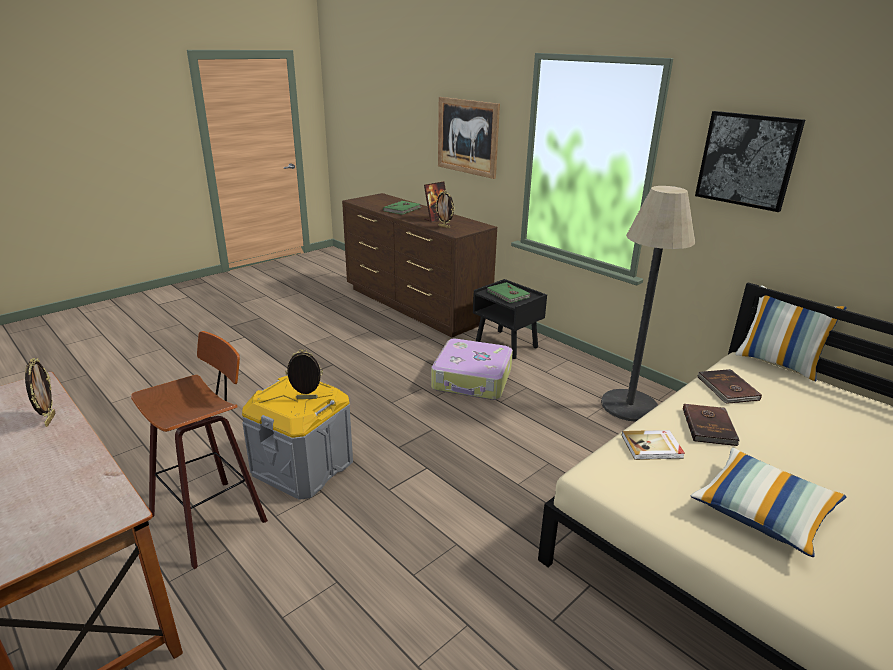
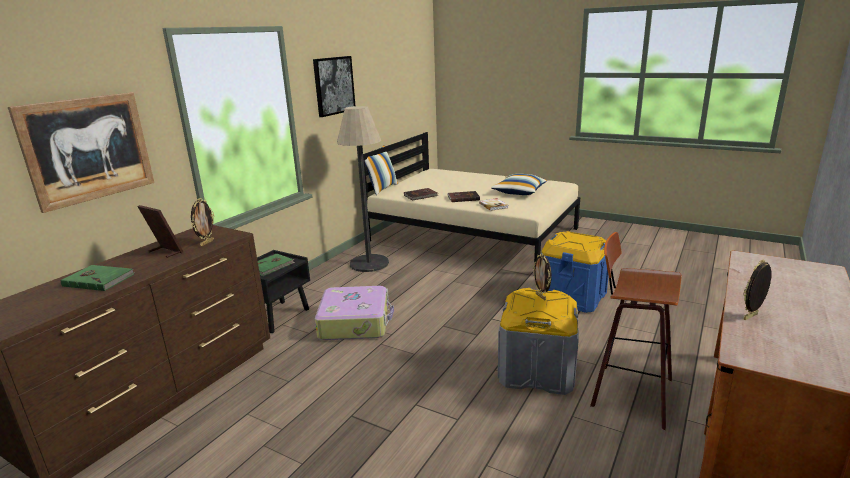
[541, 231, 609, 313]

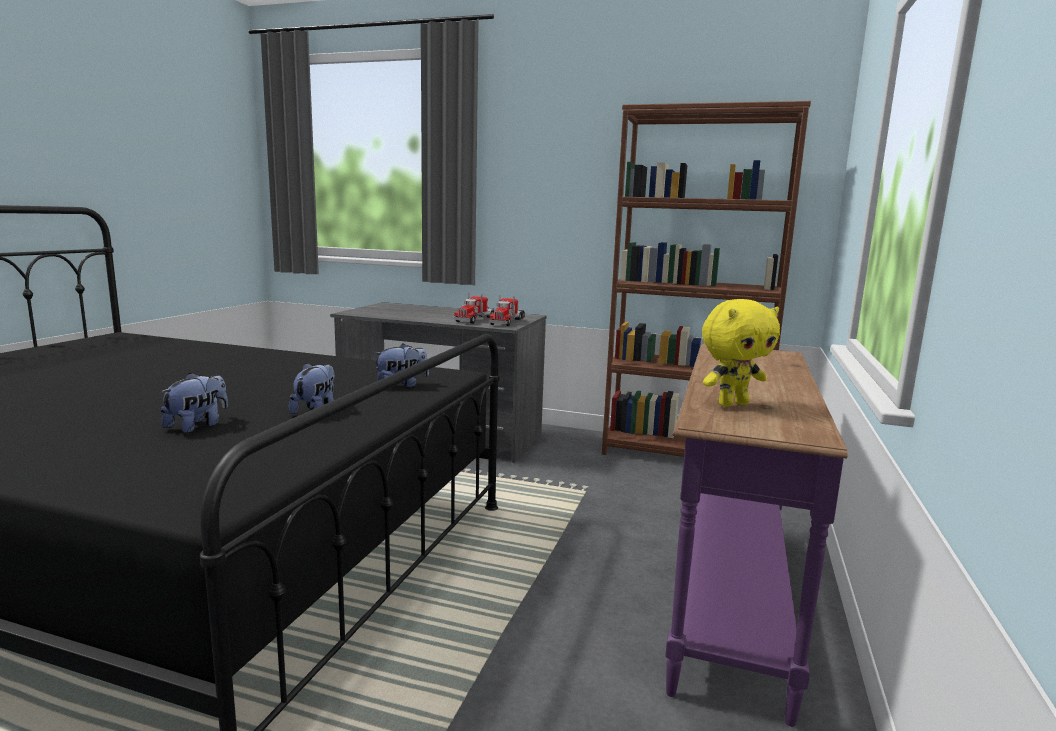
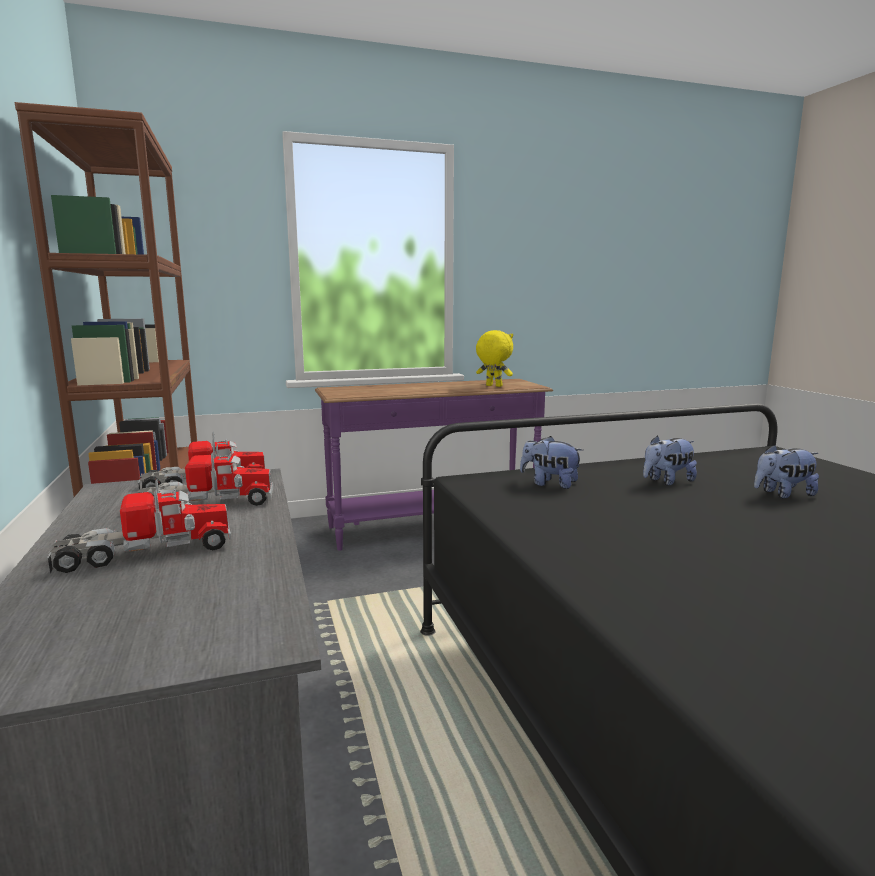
[47, 479, 231, 574]

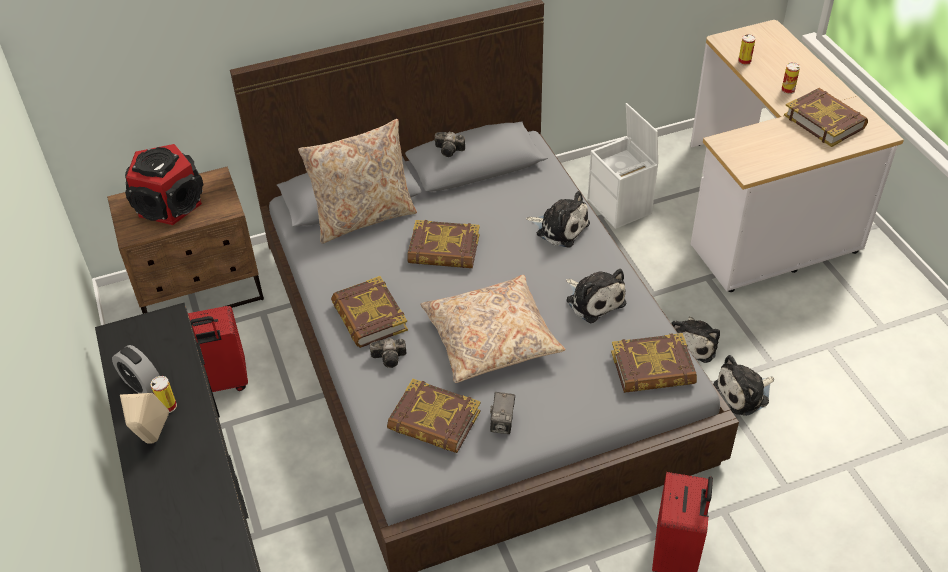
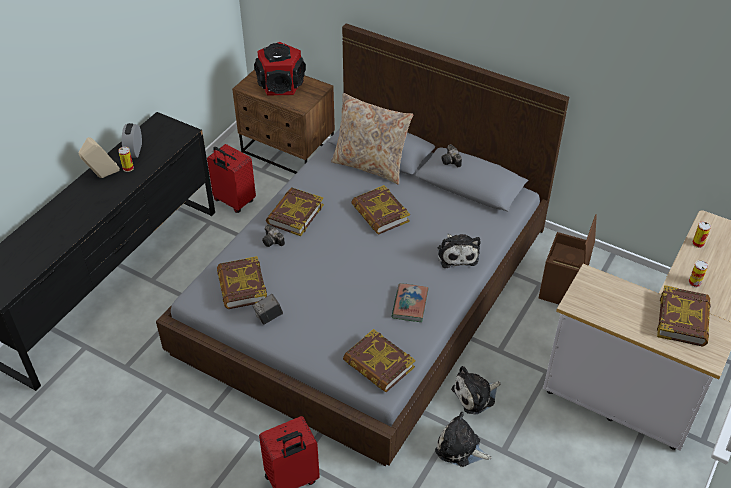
[420, 275, 565, 383] (first image)
[391, 283, 429, 322]
[538, 214, 597, 304]

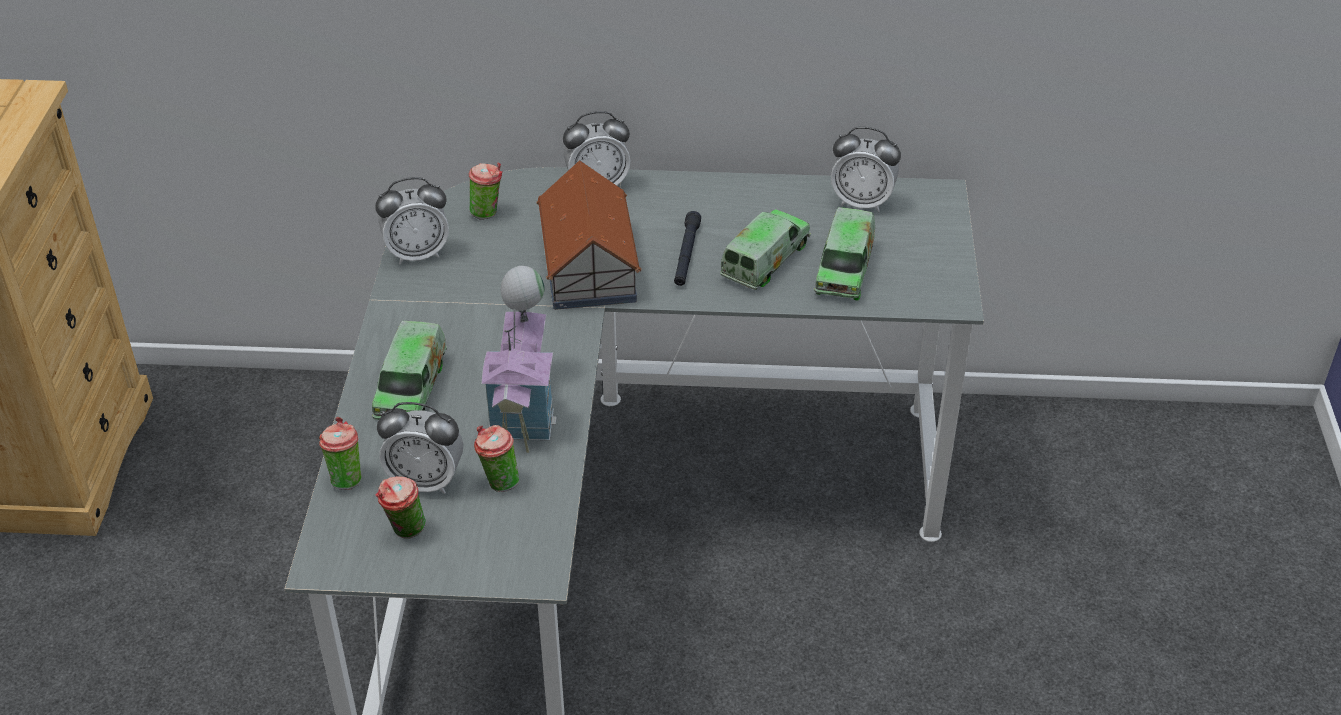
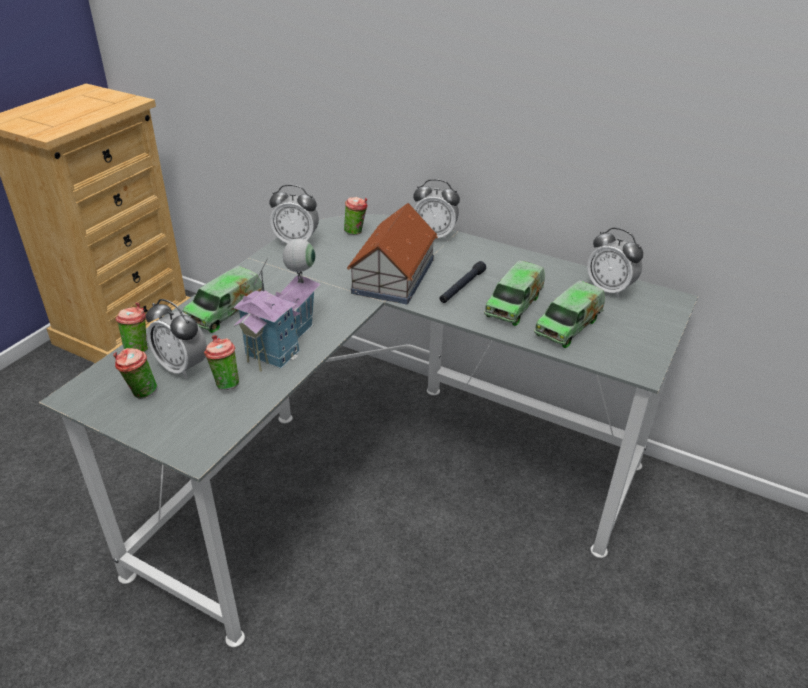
[484, 260, 545, 326]

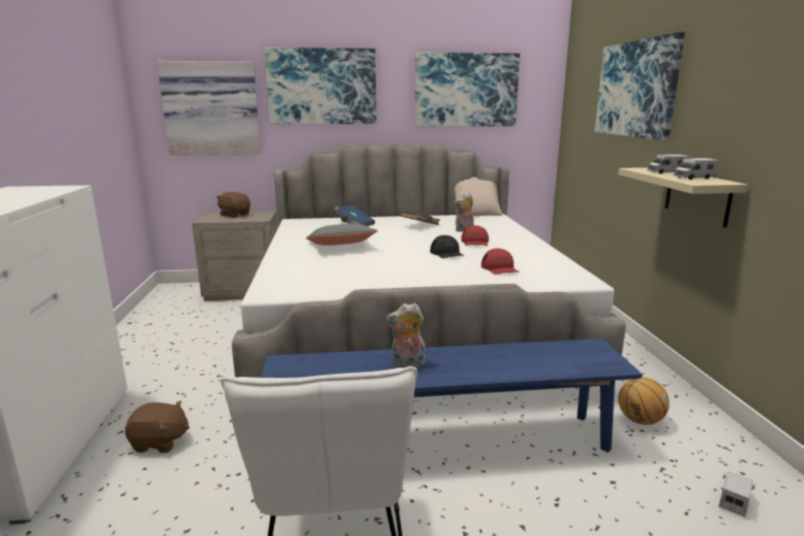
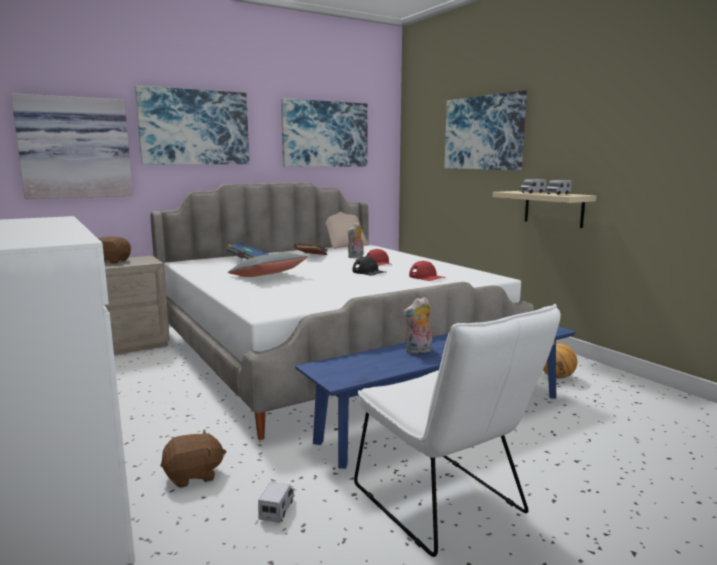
[258, 482, 294, 523]

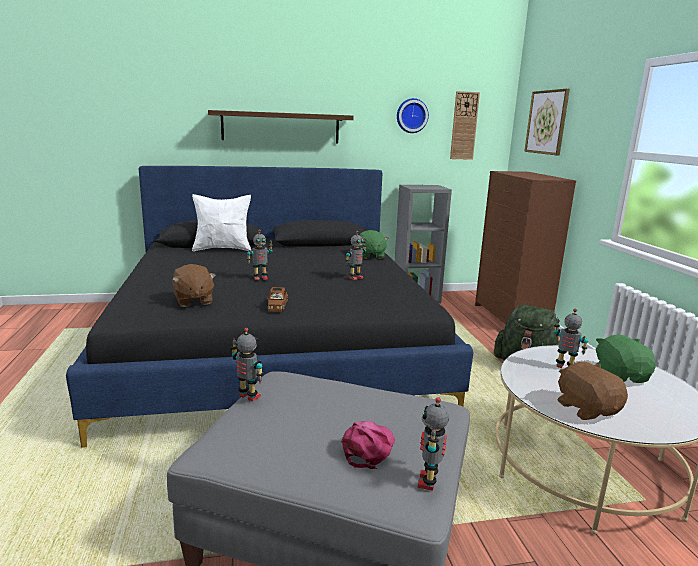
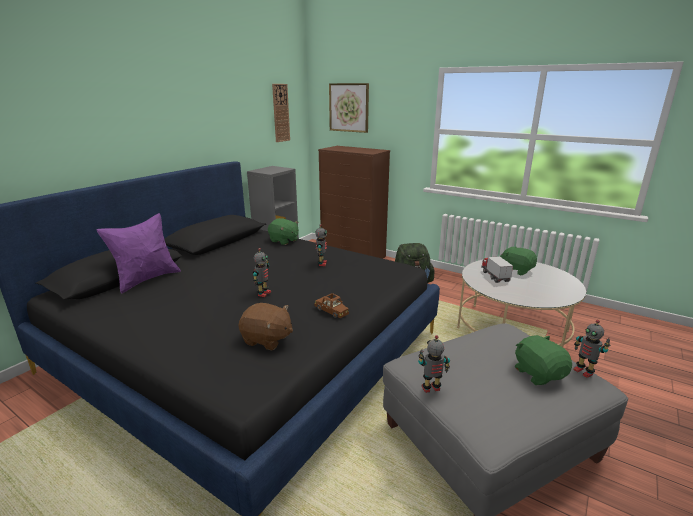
[208, 110, 354, 143] (first image)
[397, 98, 429, 133] (first image)
[558, 362, 628, 420] (first image)
[515, 335, 572, 385]
[481, 256, 513, 283]
[97, 213, 181, 293]

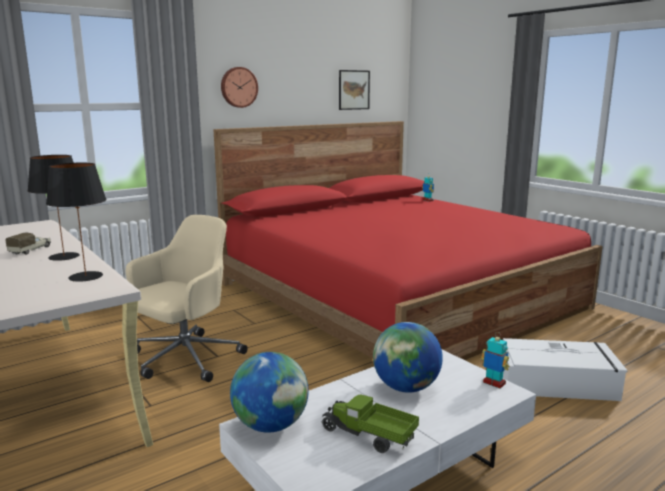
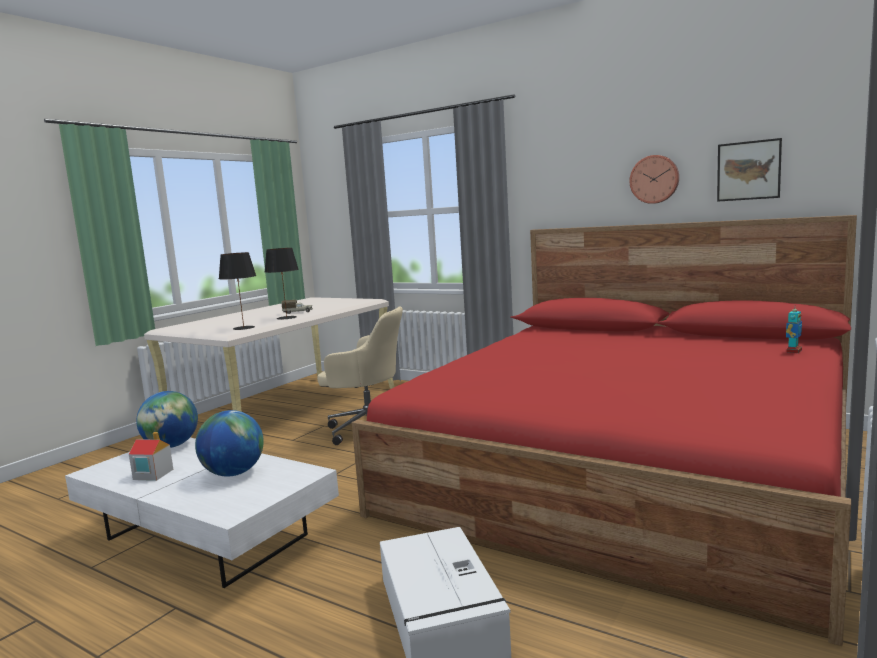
[481, 334, 510, 388] (first image)
[630, 155, 679, 204]
[129, 432, 173, 481]

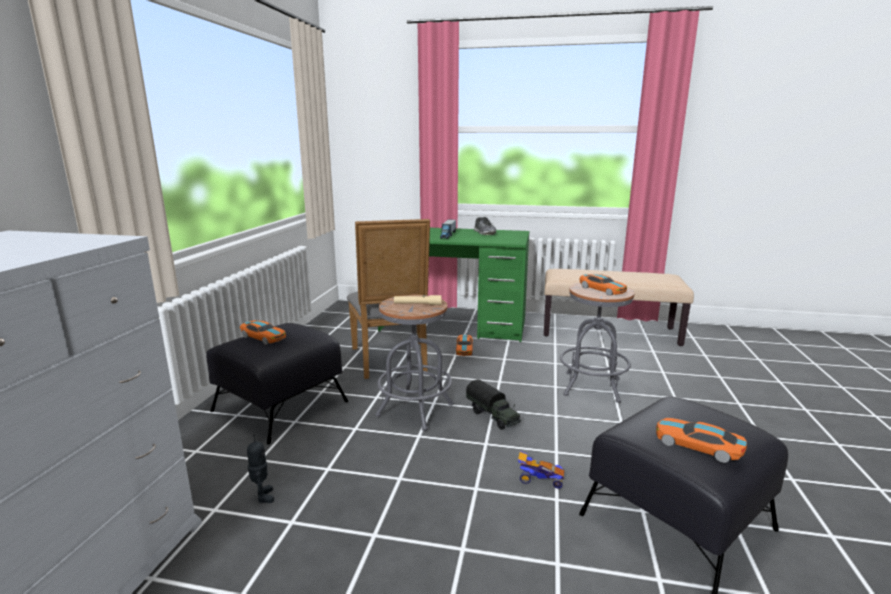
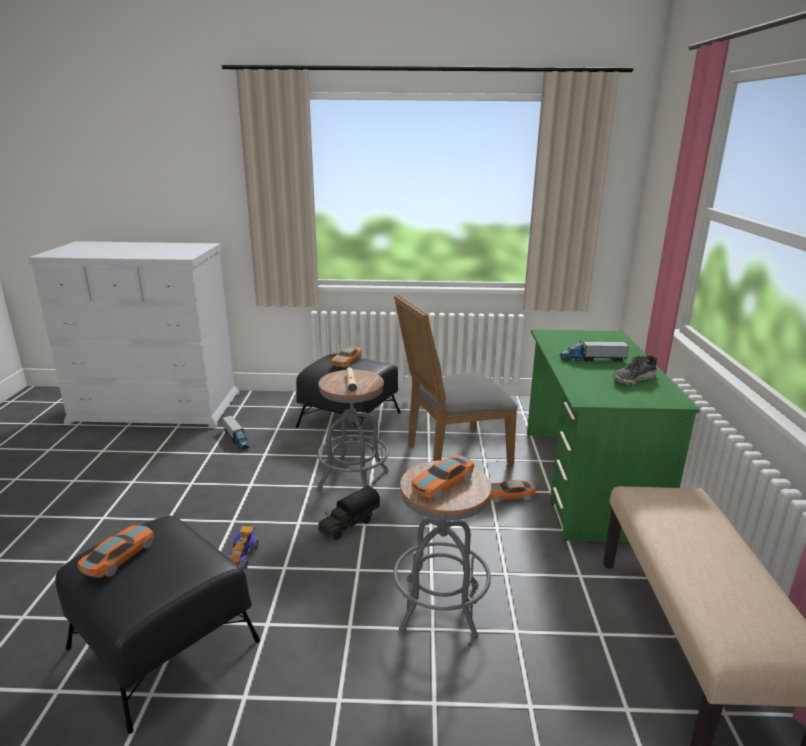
[222, 415, 250, 450]

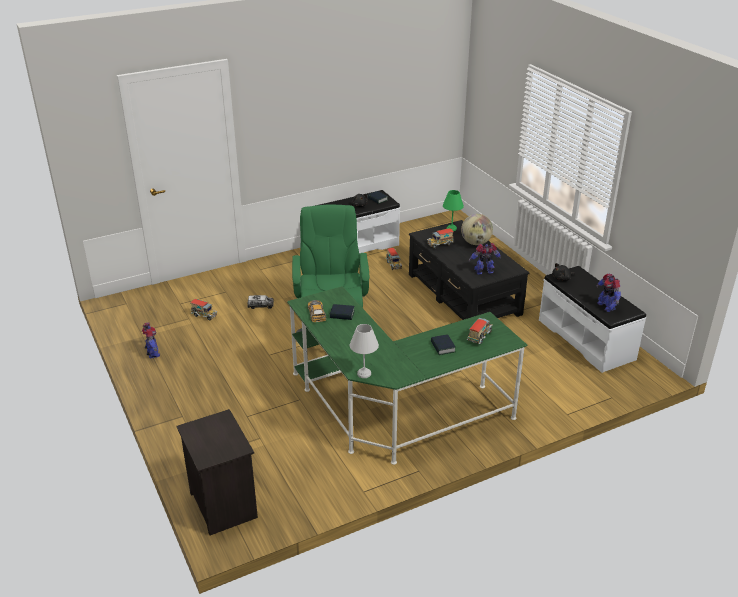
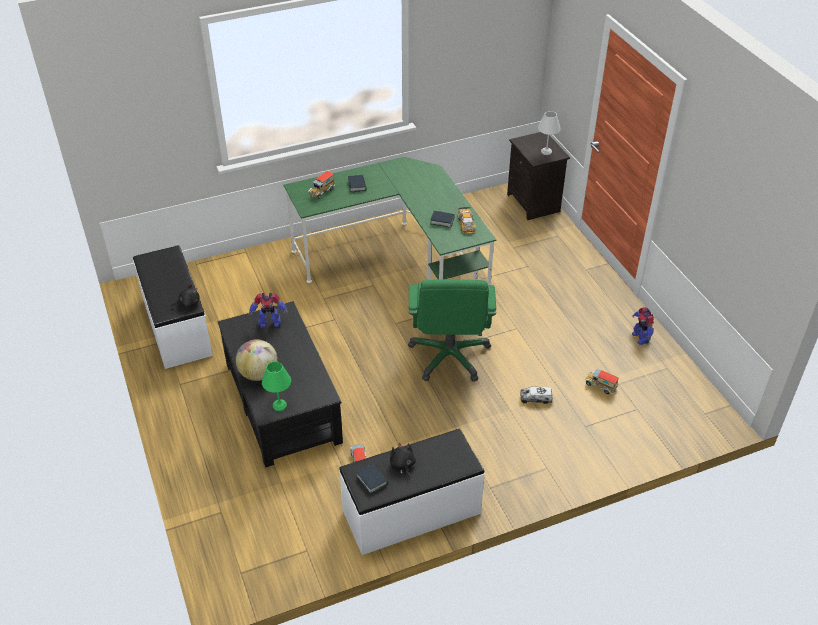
[427, 228, 453, 249] (first image)
[596, 273, 621, 312] (first image)
[538, 111, 561, 155]

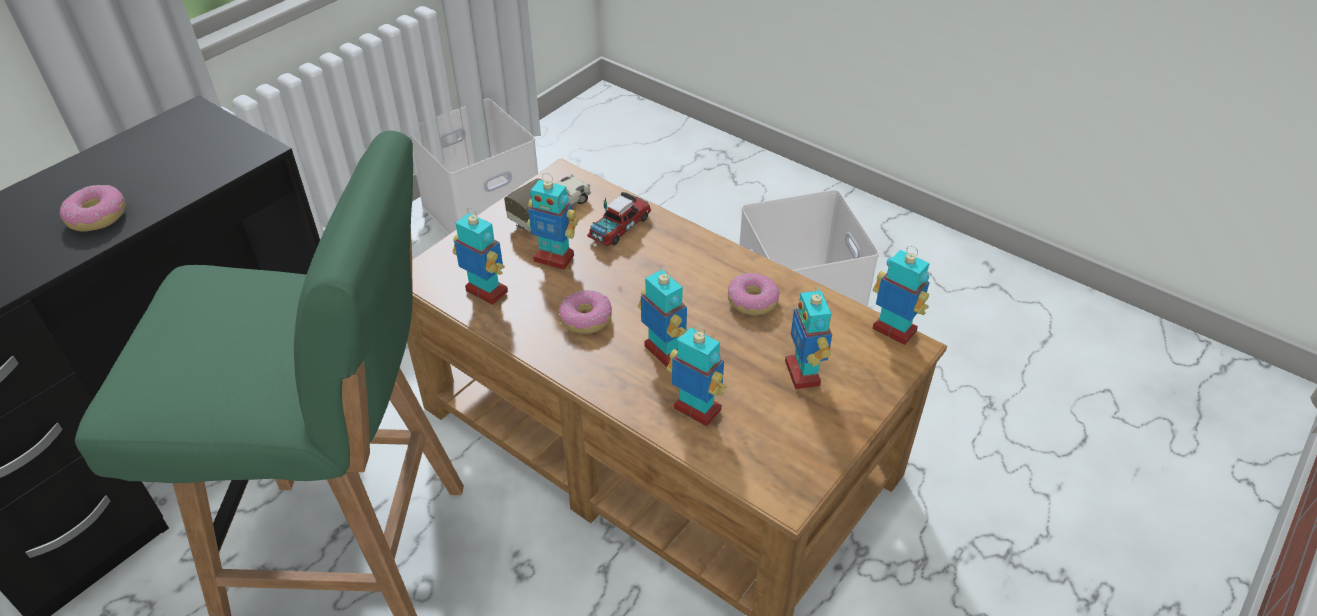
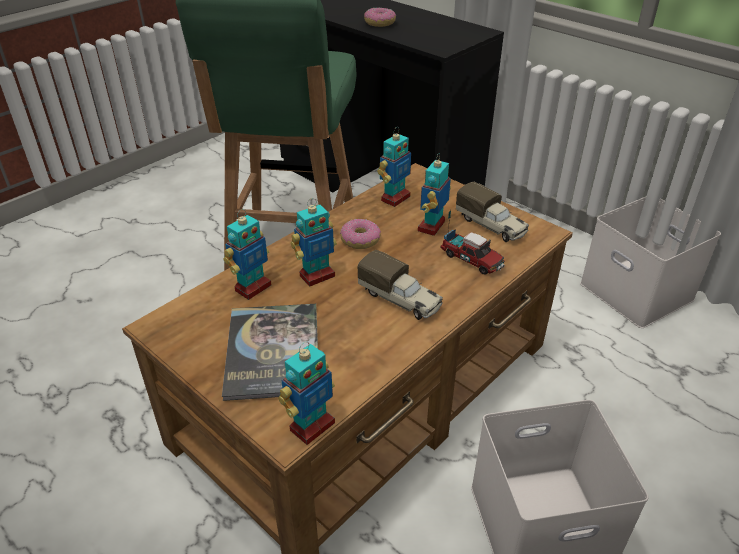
[728, 273, 780, 315] (first image)
[357, 250, 443, 320]
[222, 304, 318, 401]

